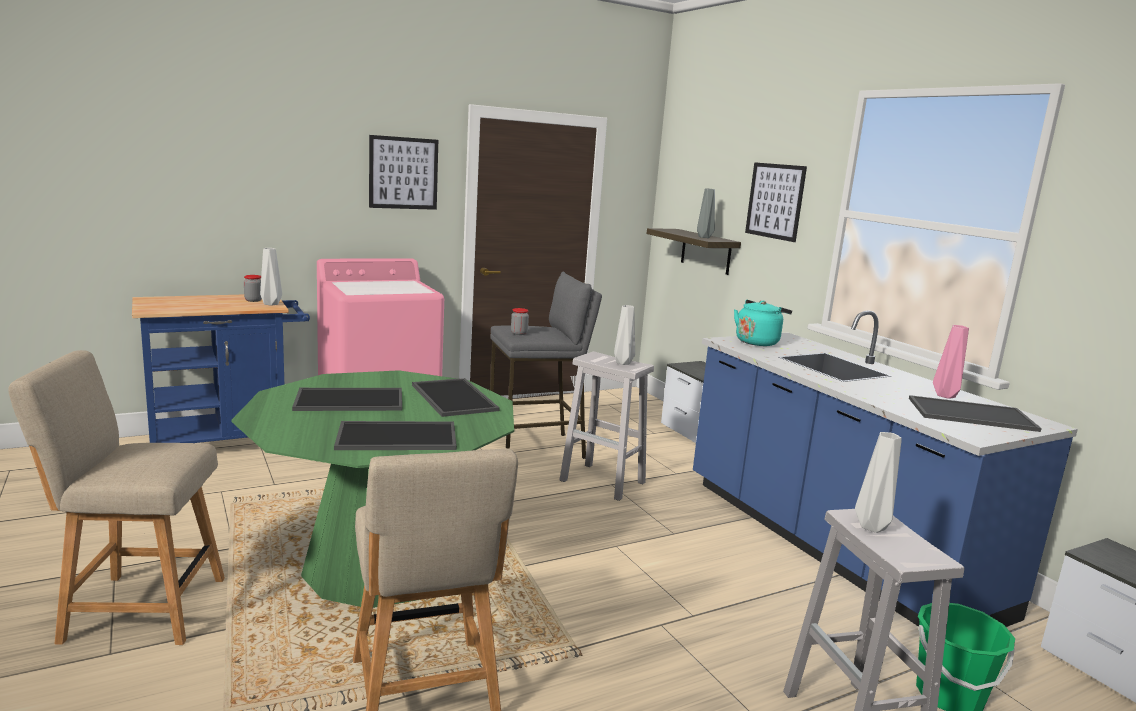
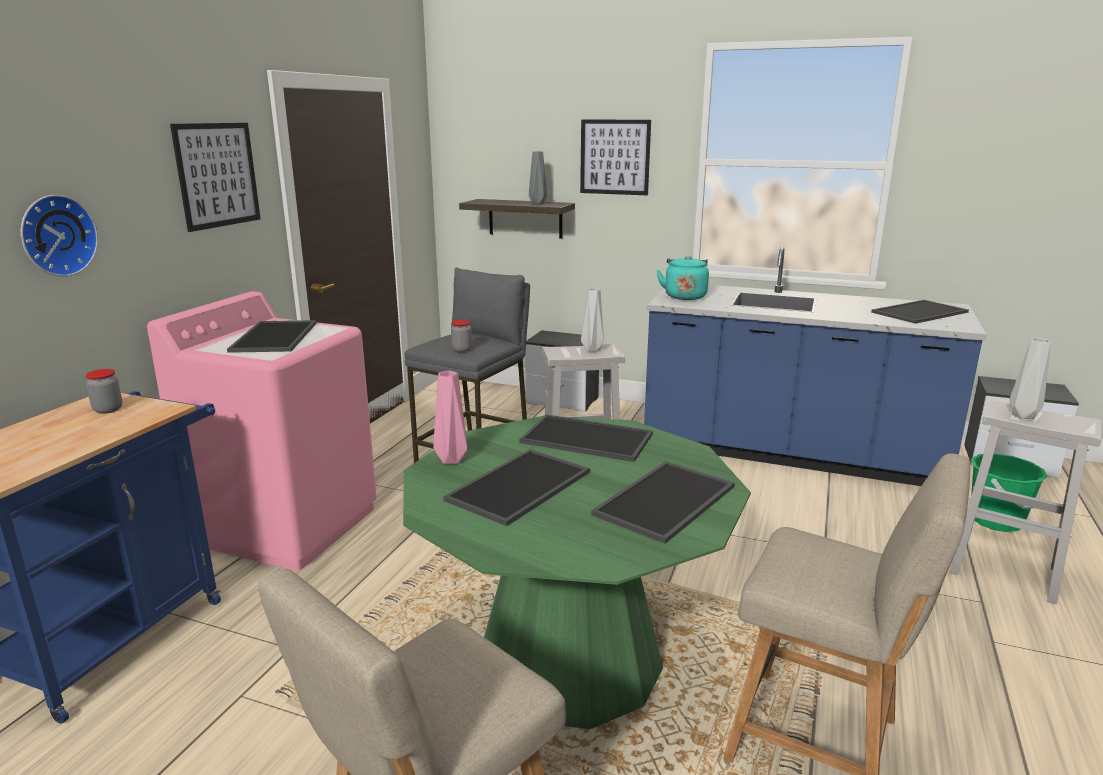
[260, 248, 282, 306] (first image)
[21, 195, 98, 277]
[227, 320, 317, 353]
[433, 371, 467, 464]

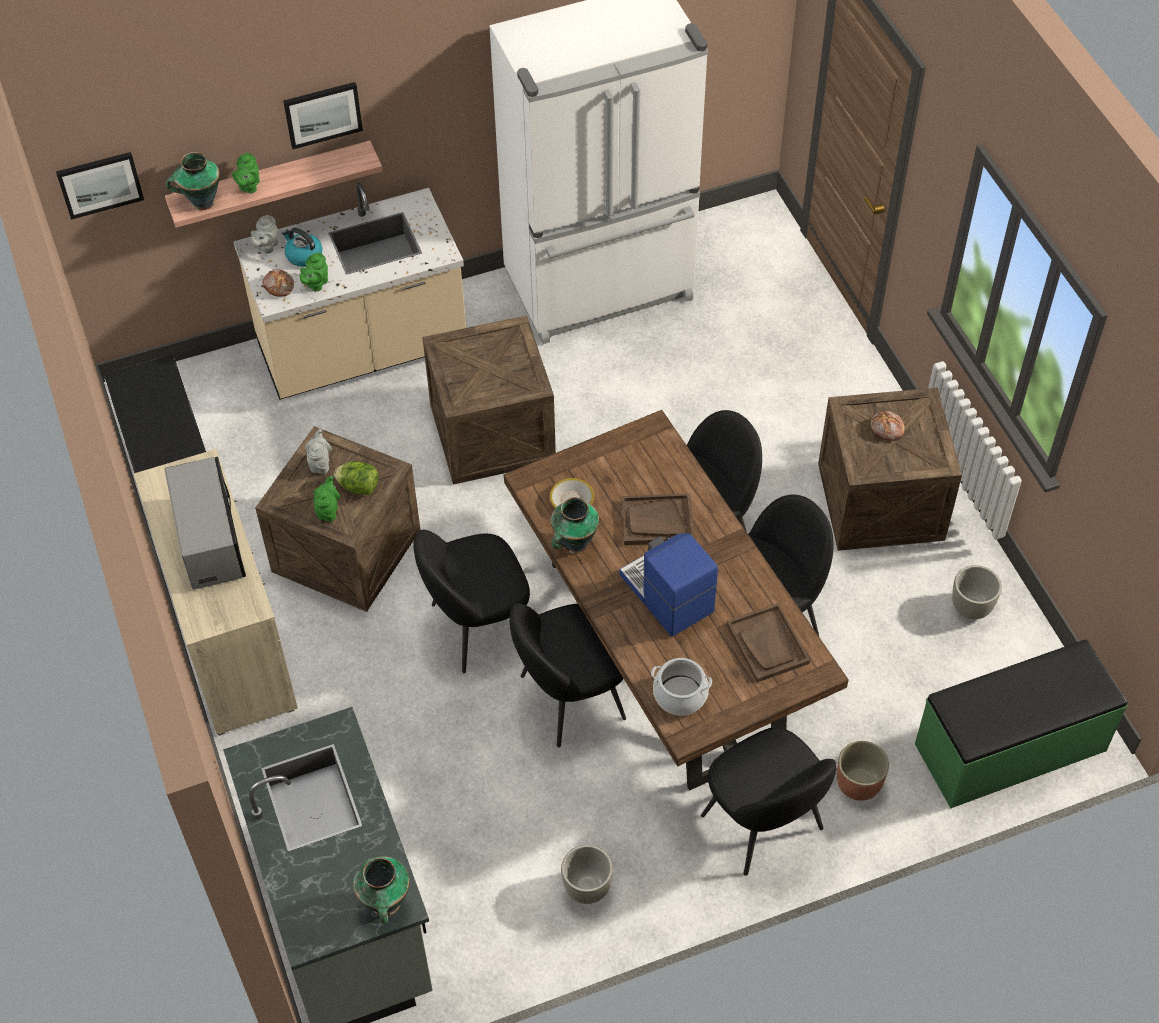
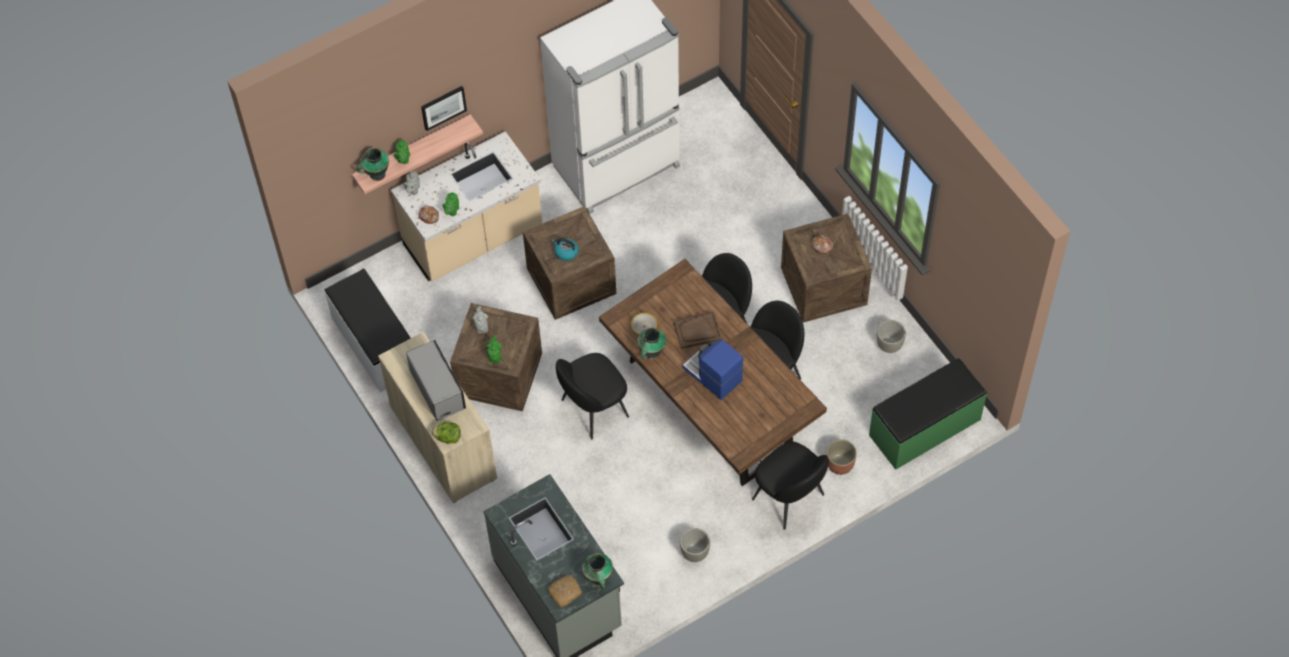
[56, 152, 144, 220] (first image)
[509, 603, 626, 747] (first image)
[651, 658, 712, 716] (first image)
[726, 603, 810, 682] (first image)
[548, 575, 582, 607]
[552, 238, 579, 261]
[432, 422, 461, 444]

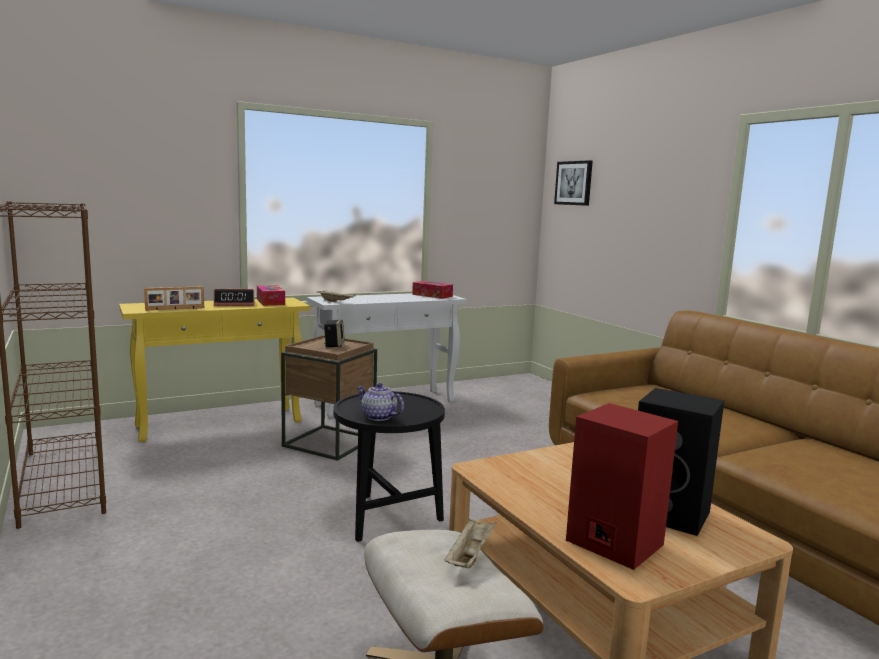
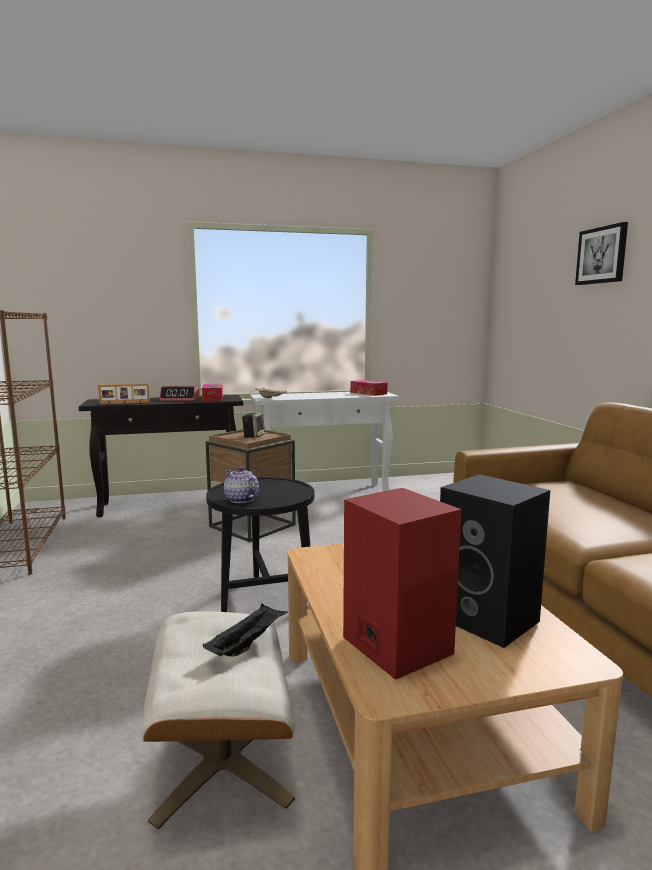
[575, 222, 628, 285]
[79, 395, 243, 517]
[203, 603, 288, 657]

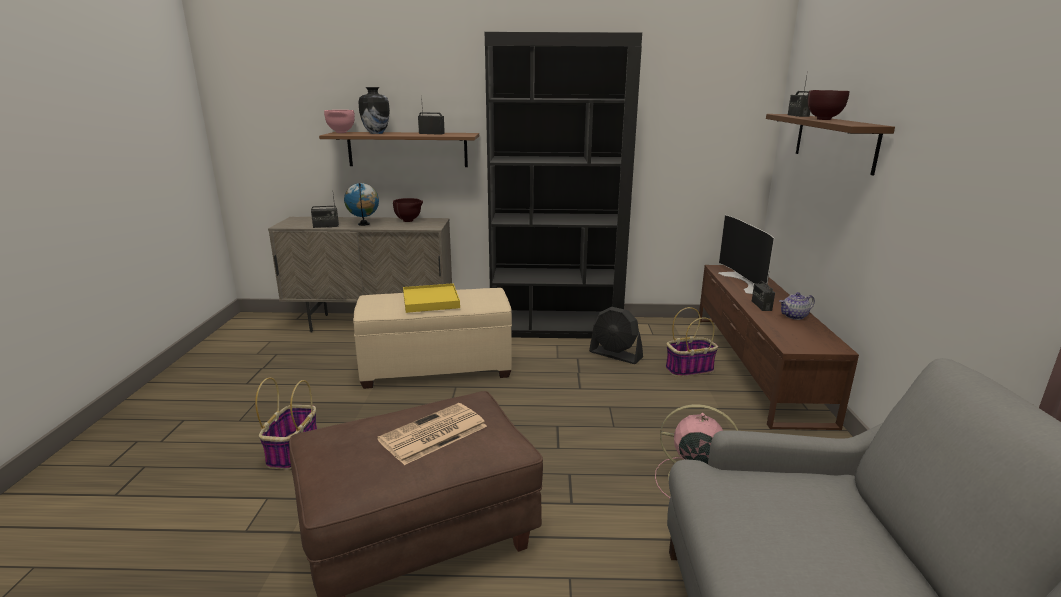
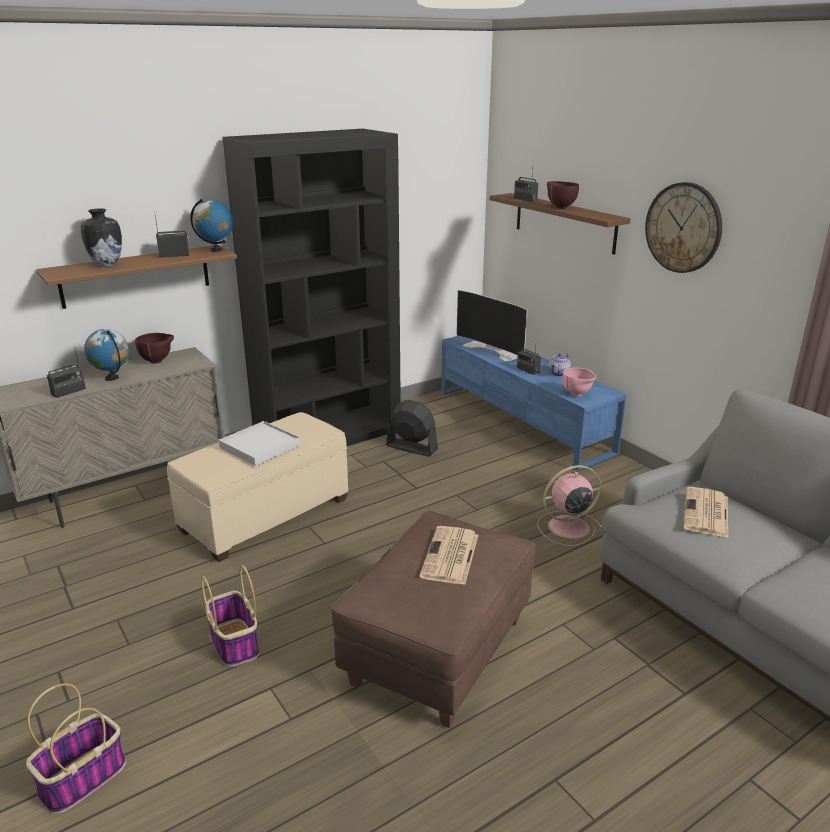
[190, 199, 233, 252]
[645, 182, 722, 273]
[684, 487, 728, 537]
[563, 368, 597, 396]
[26, 683, 126, 814]
[219, 421, 300, 466]
[441, 336, 627, 471]
[386, 400, 438, 457]

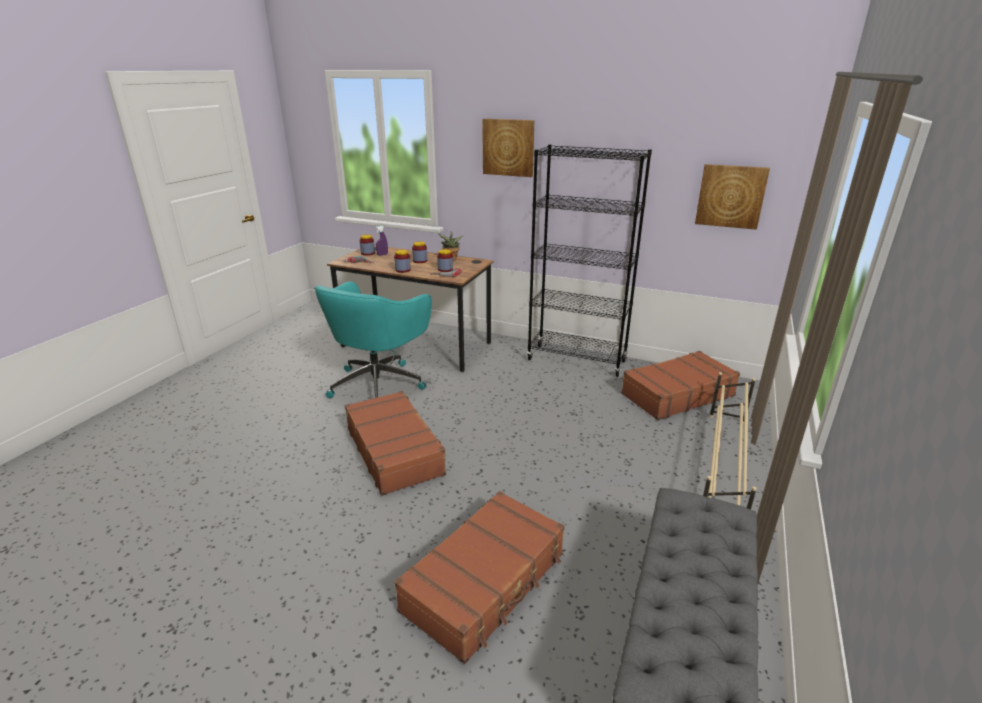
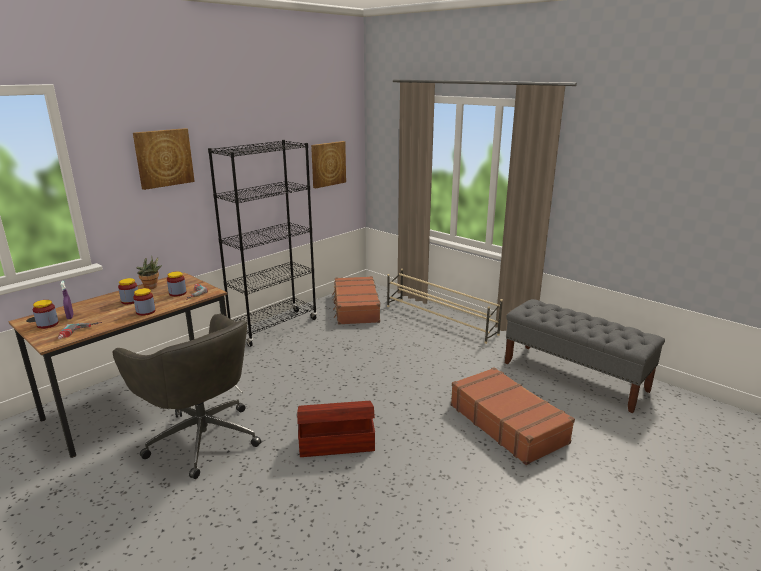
[297, 401, 375, 457]
[112, 314, 261, 479]

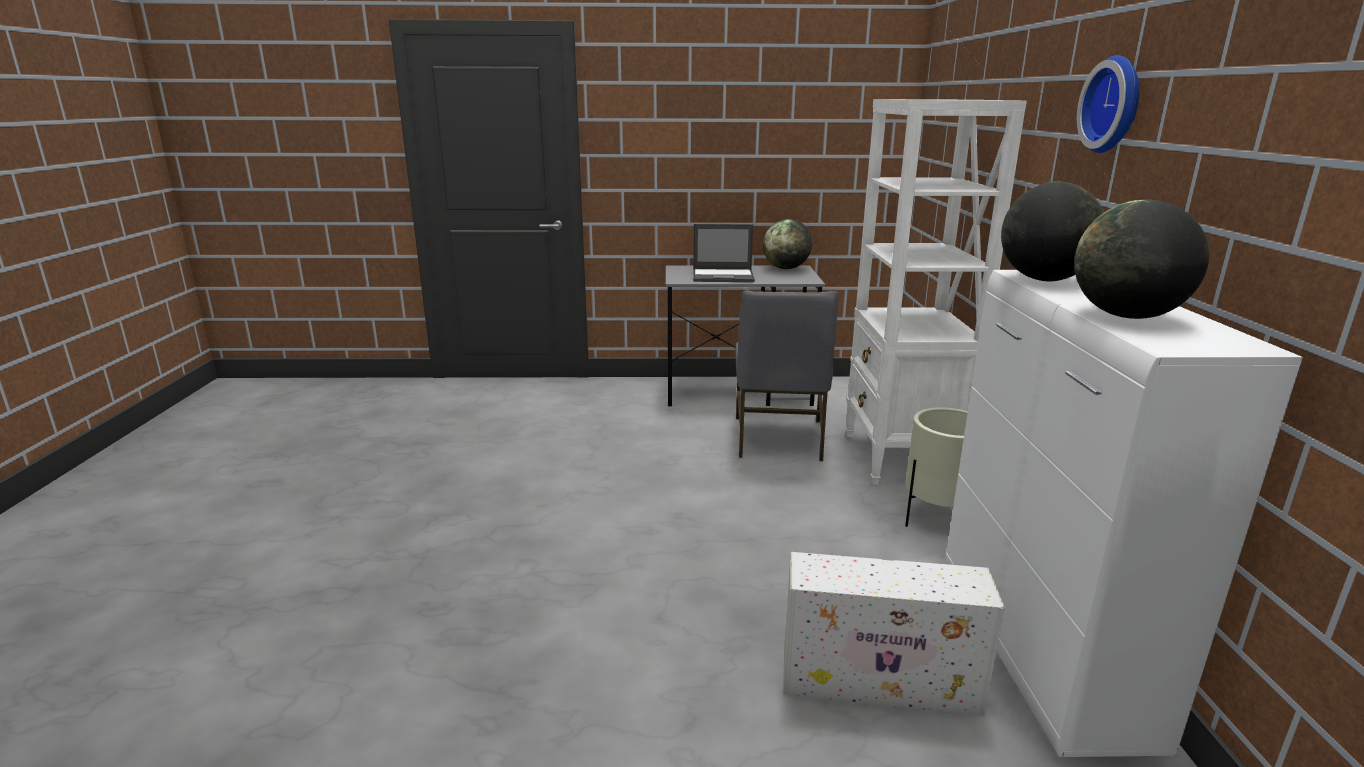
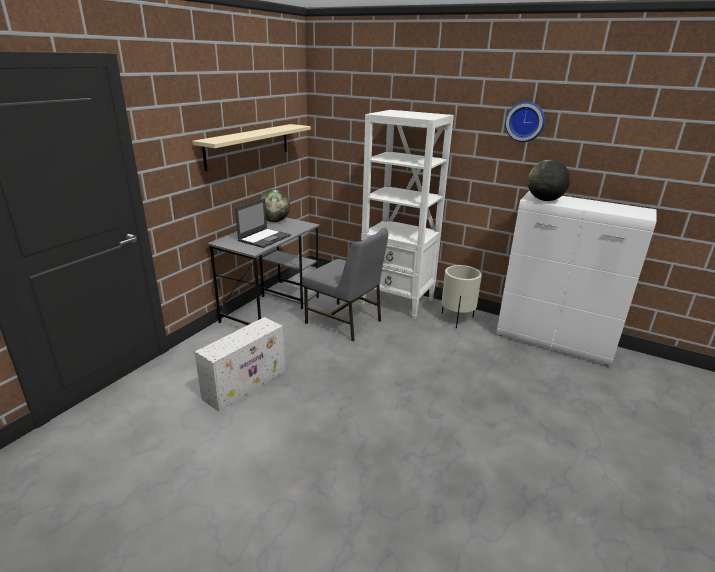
[1074, 200, 1209, 319] (first image)
[192, 124, 311, 171]
[195, 317, 285, 412]

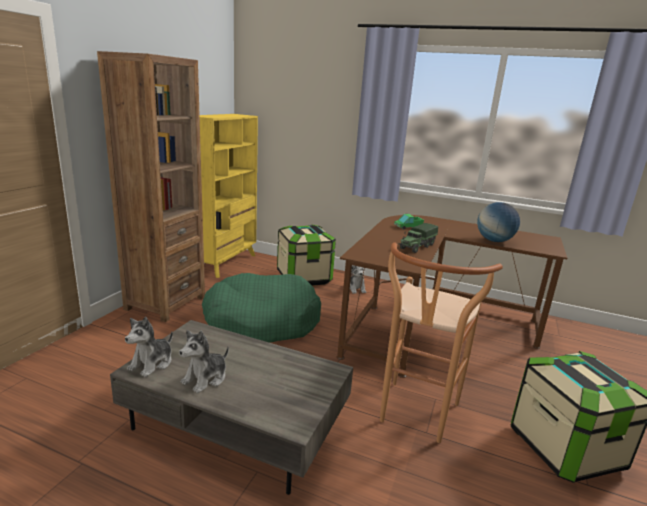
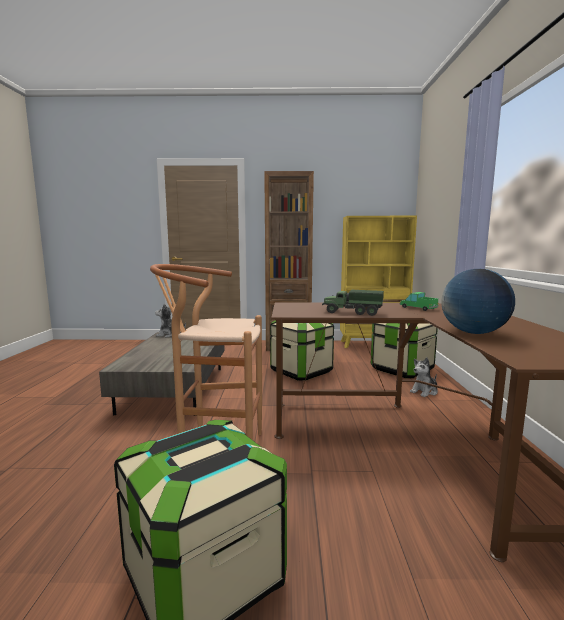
[179, 330, 229, 394] (first image)
[270, 320, 334, 381]

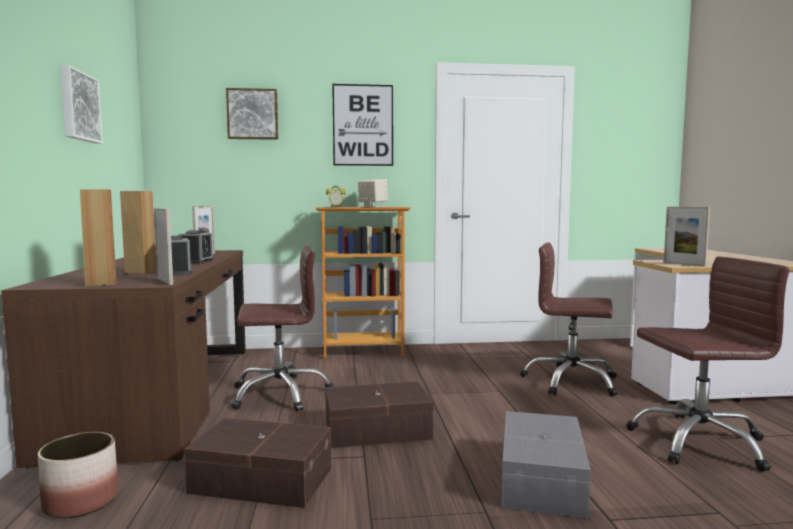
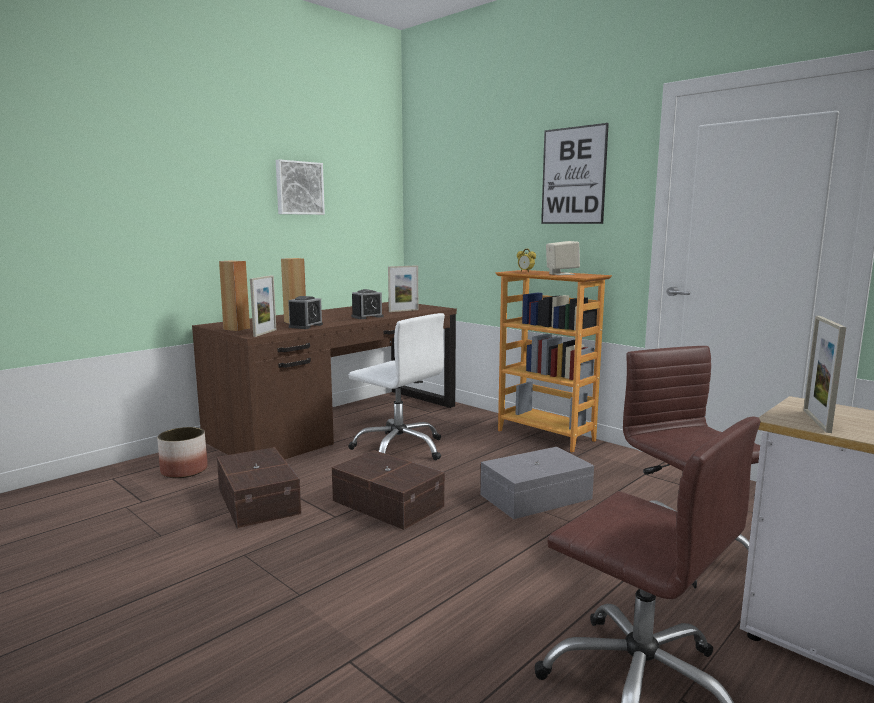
[226, 88, 278, 140] (first image)
[481, 447, 594, 519]
[349, 313, 445, 460]

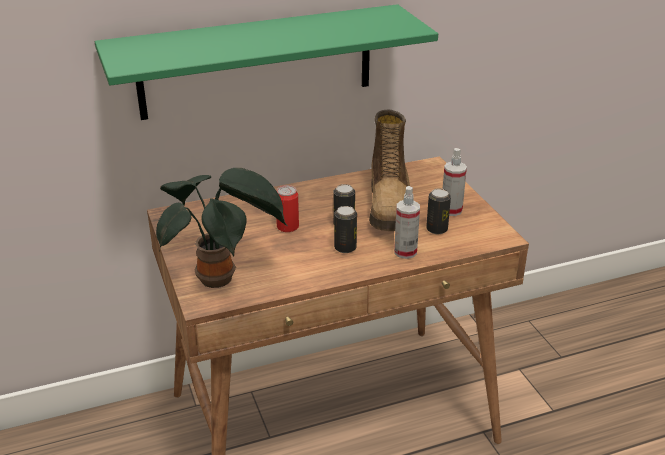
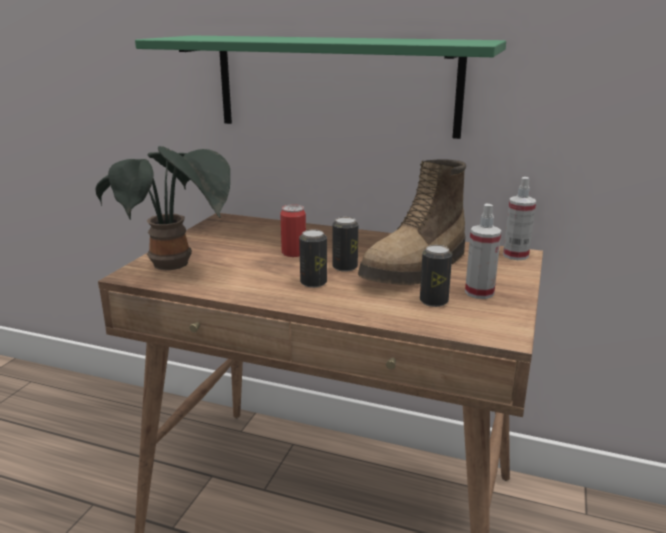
[503, 177, 536, 260]

